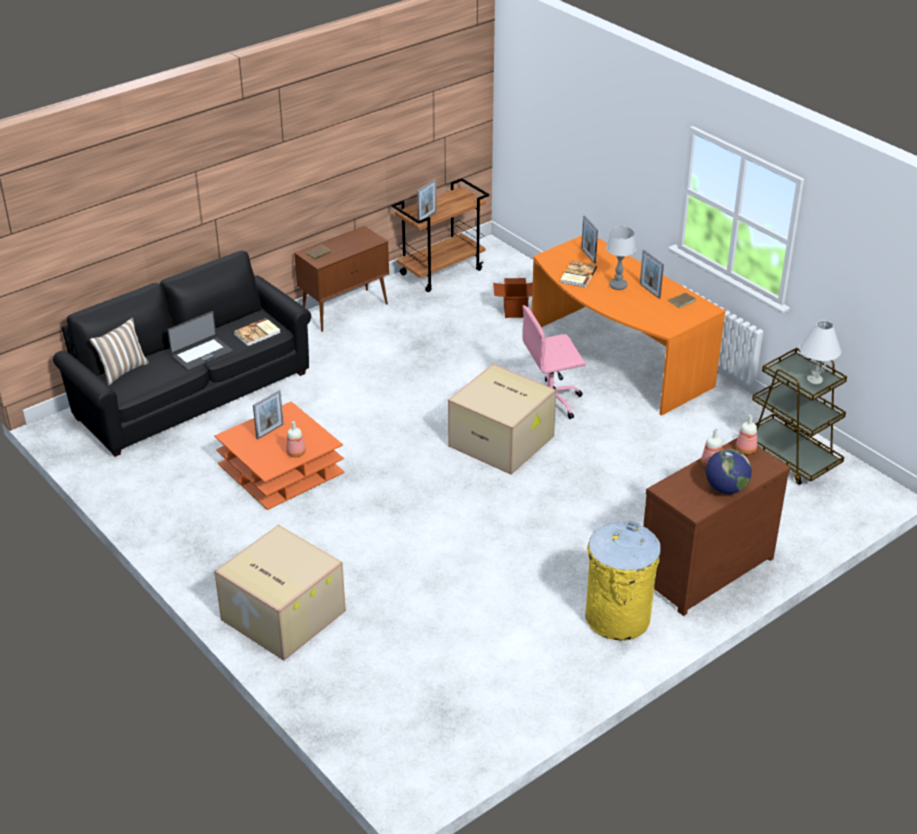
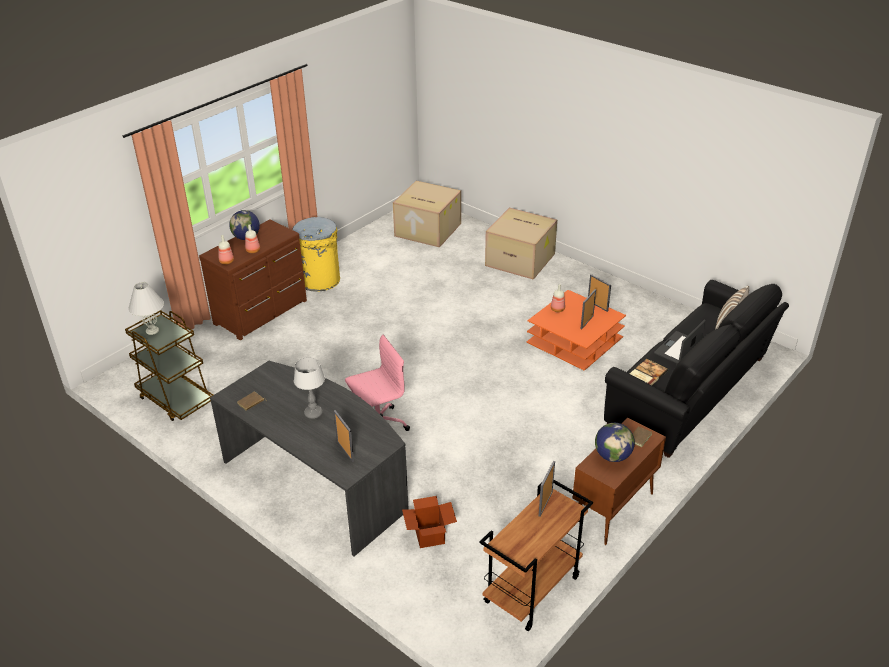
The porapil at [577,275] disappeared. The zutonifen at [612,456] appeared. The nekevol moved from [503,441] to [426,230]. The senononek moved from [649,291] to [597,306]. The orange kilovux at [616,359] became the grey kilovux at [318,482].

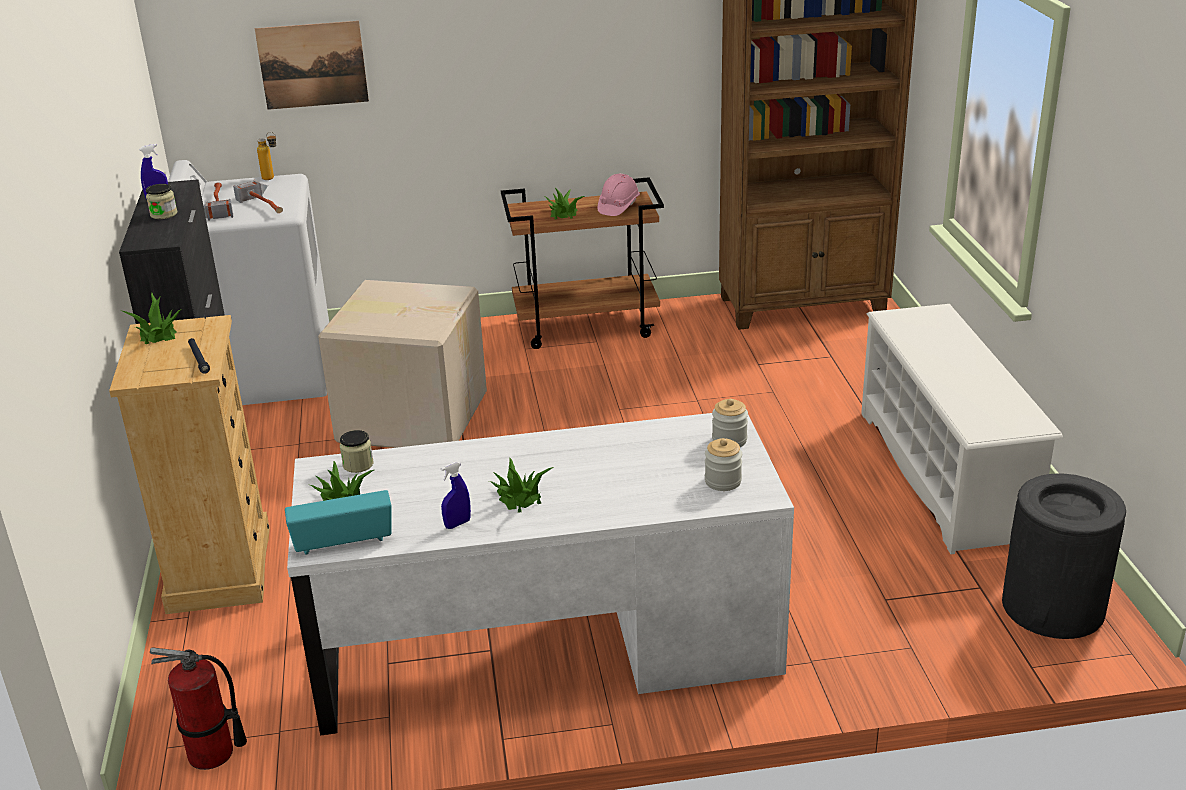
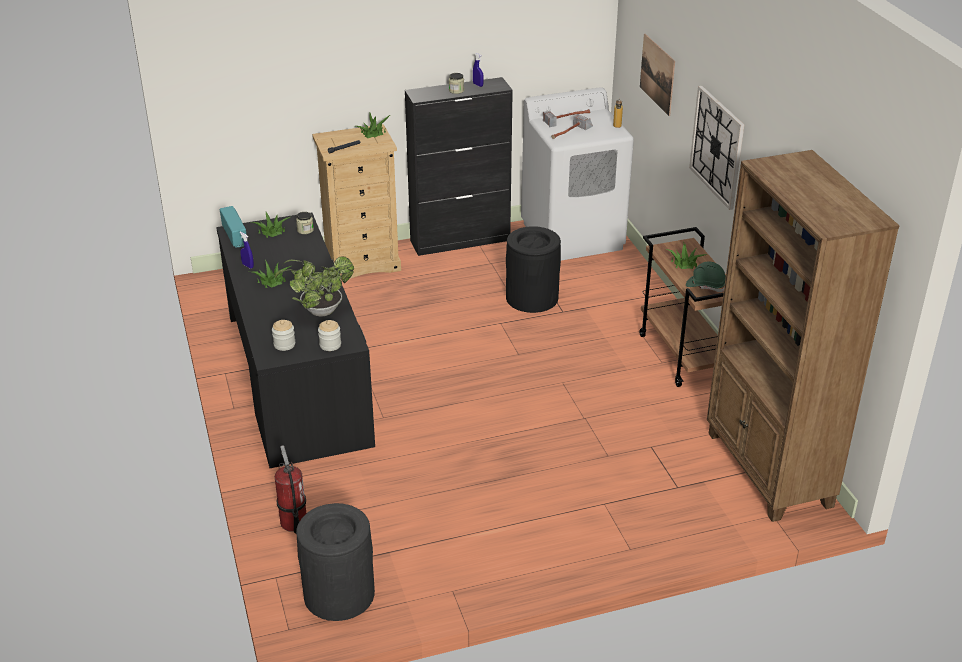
The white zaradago at [944,474] disappeared. The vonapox at [318,311] appeared. The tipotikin at [717,147] appeared. The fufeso moved from [211,754] to [293,522]. The nekevol at [411,416] was replaced by the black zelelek at [532,297]. The white kilovux at [546,646] became the black kilovux at [297,379]. The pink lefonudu at [618,207] became the green lefonudu at [705,286].

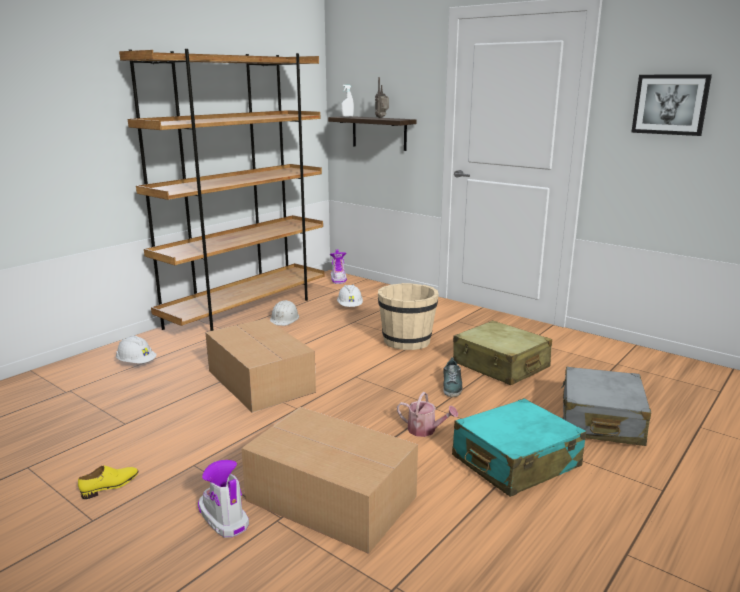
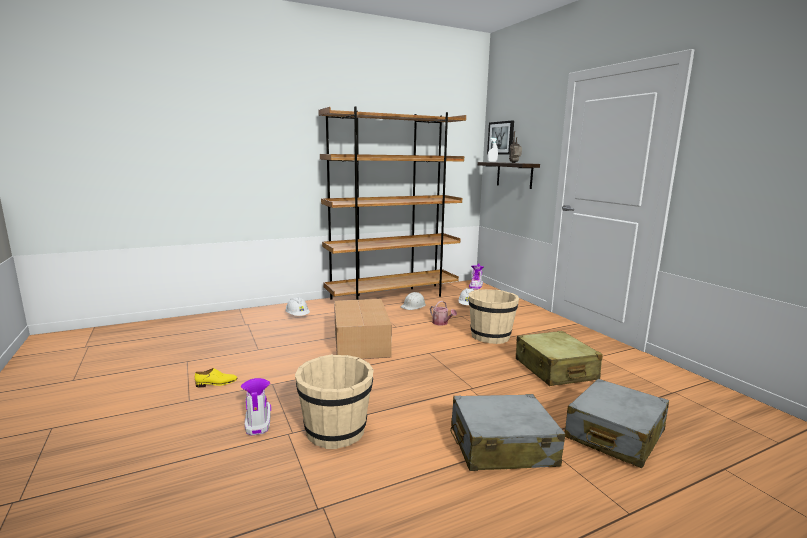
The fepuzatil at [452,386] disappeared. The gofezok moved from [425,430] to [441,323]. The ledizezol moved from [670,104] to [501,138]. The nekevol at [332,500] was replaced by the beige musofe at [336,431]. The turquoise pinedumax at [515,462] became the grey pinedumax at [501,446].

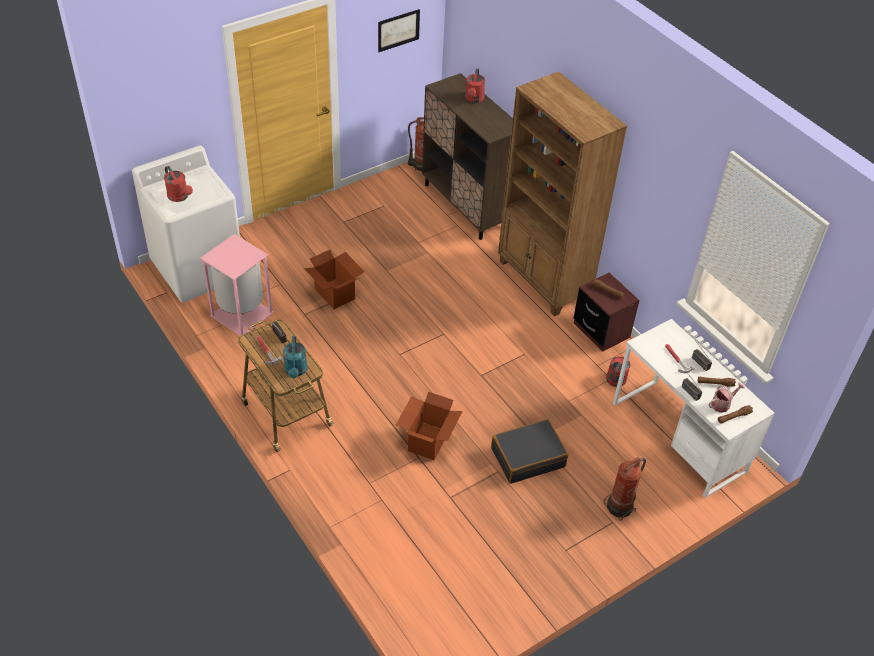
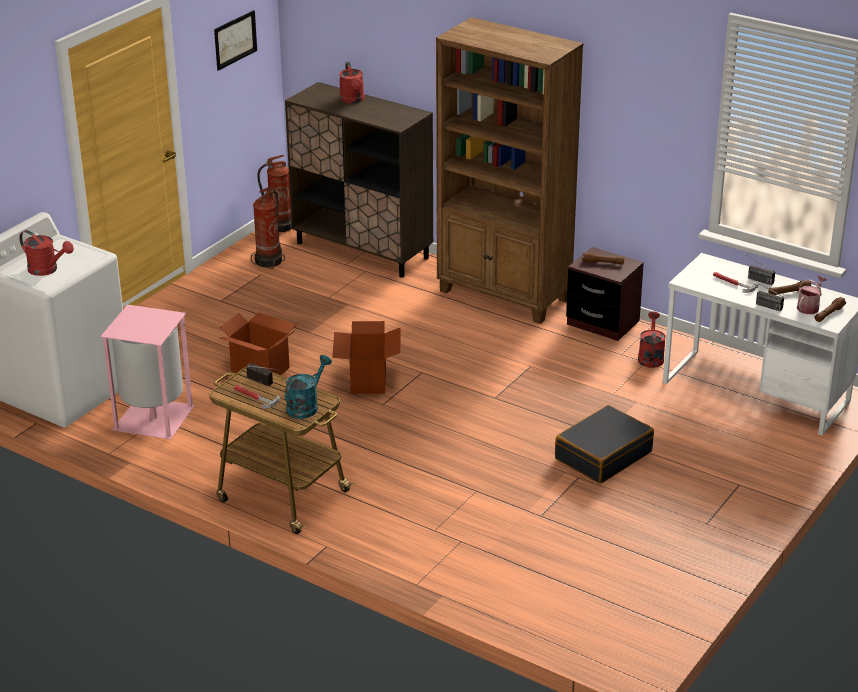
The nekevol moved from [427,441] to [367,380]. The fufeso moved from [621,506] to [270,261]. The turquoise gofezok at [296,371] turned 120 degrees counterclockwise.

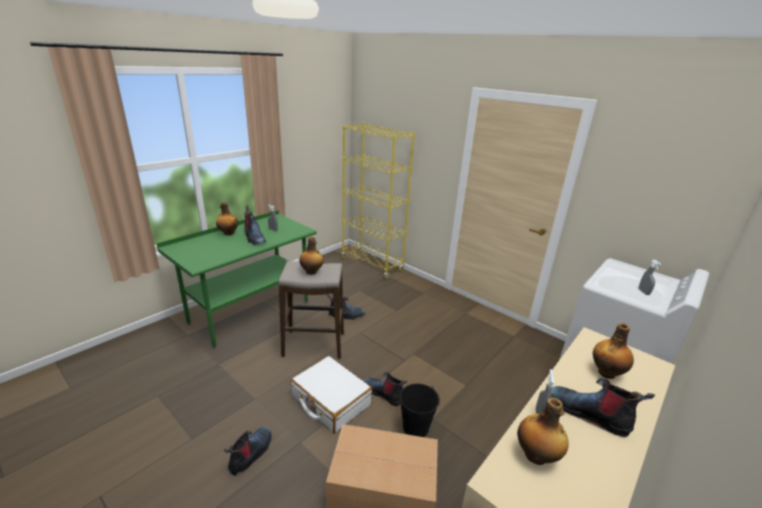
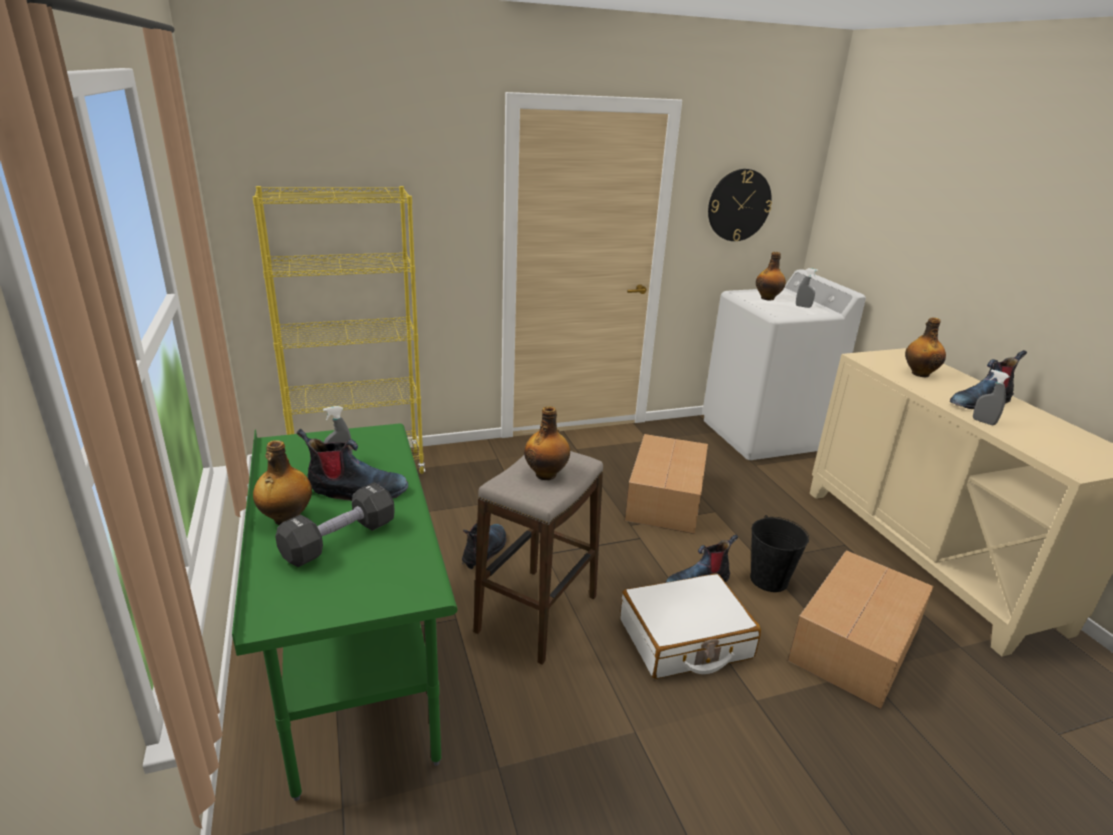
The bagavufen at [251,454] disappeared. The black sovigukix at [339,540] appeared. The nekevol at [666,498] appeared. The tipotikin at [739,205] appeared. The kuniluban moved from [536,456] to [768,298].

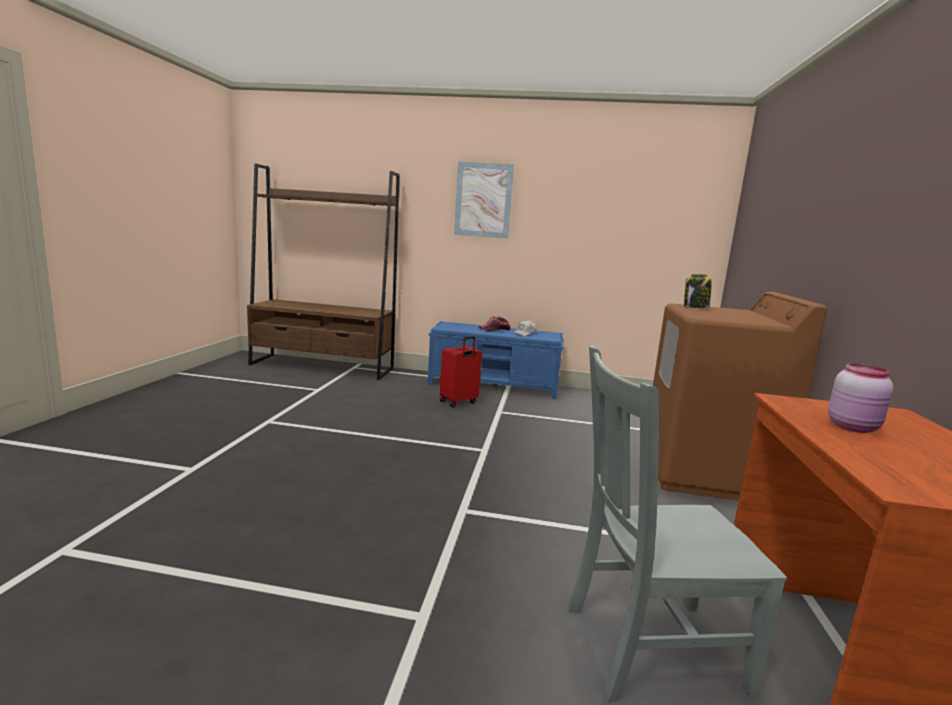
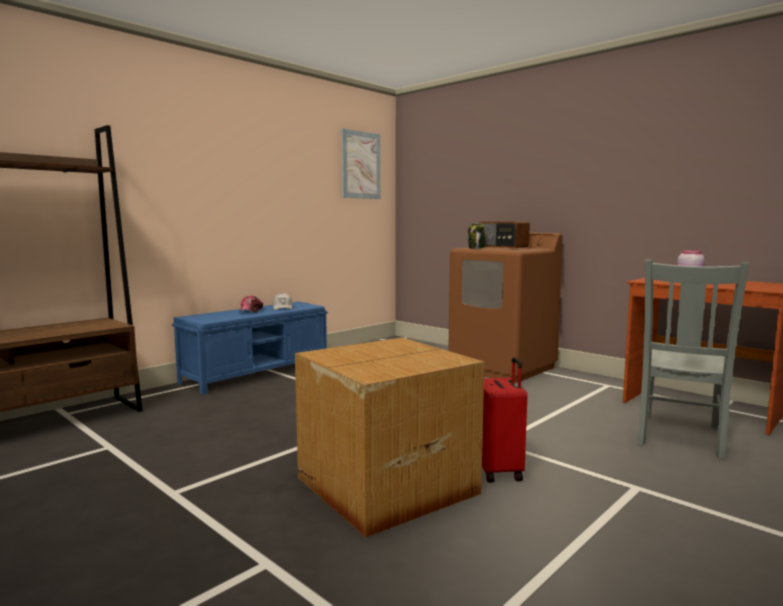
The nekevol at [383,485] appeared. The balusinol at [502,246] appeared. The red pinedumax moved from [459,402] to [499,470]. The ledizezol moved from [483,200] to [360,165].

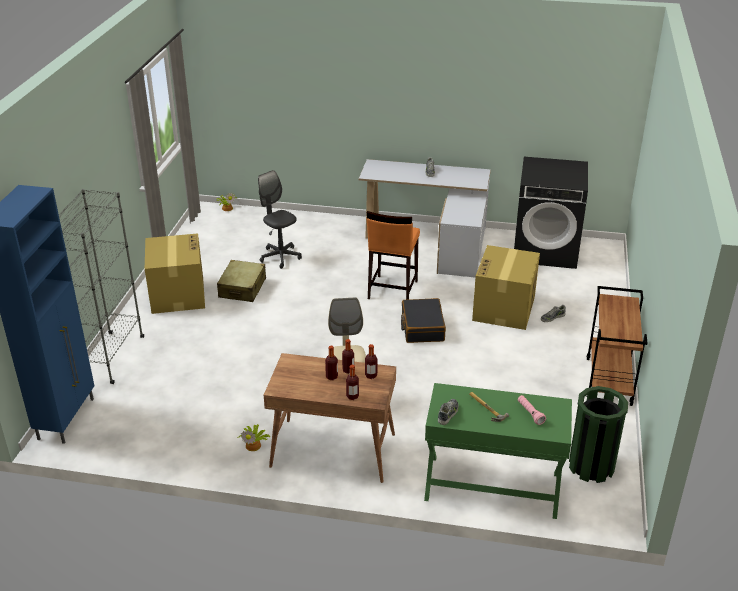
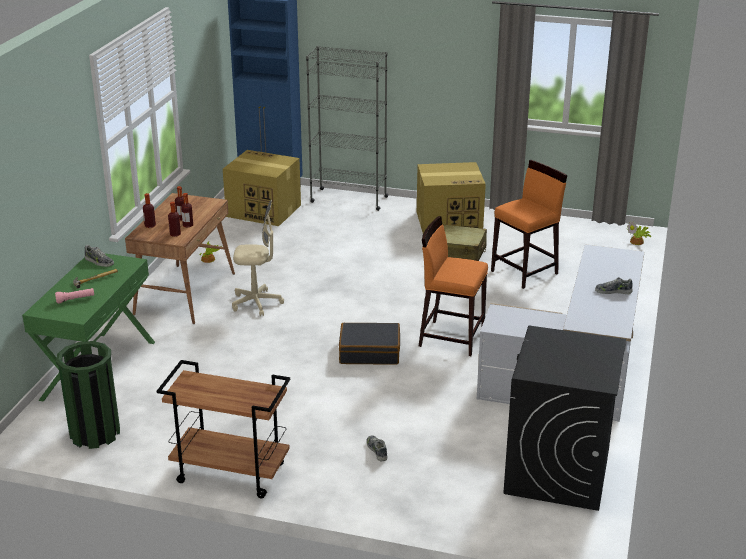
The nekevol moved from [504,309] to [262,210]. The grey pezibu at [280,257] was replaced by the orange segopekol at [525,272].

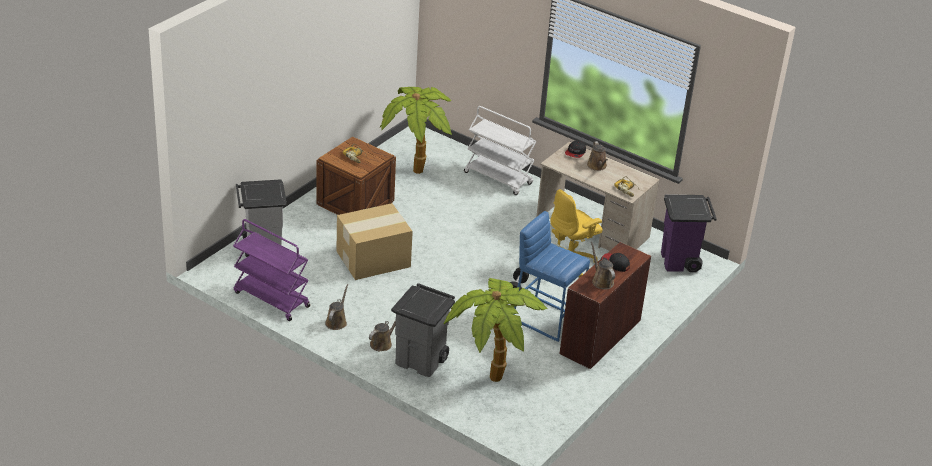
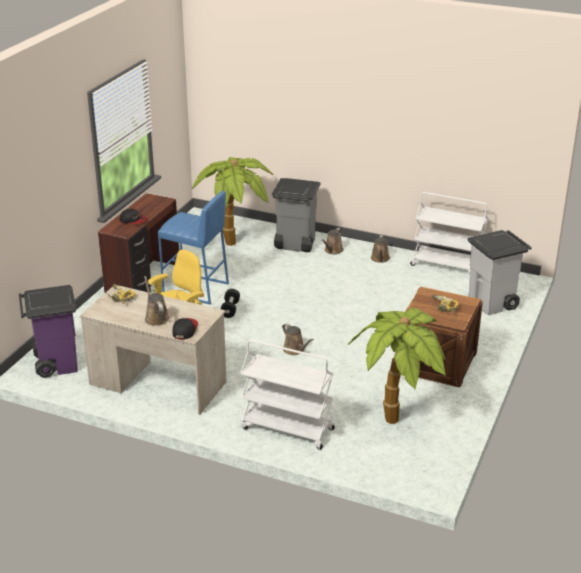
The nekevol at [372,259] disappeared. The brown gofezok moved from [601,281] to [295,350]. The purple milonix at [271,299] became the white milonix at [447,265].

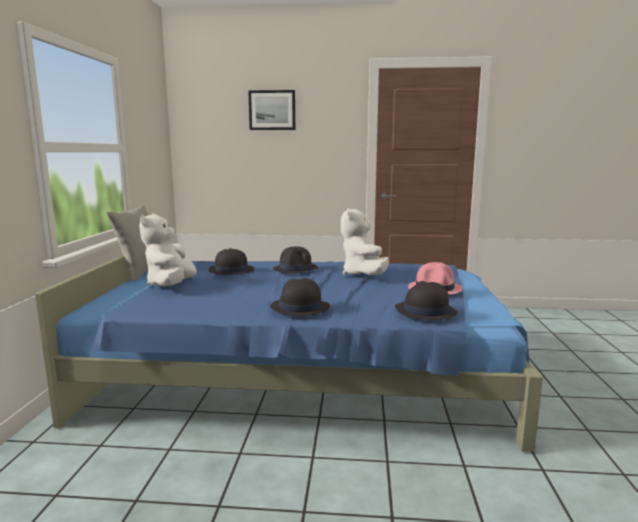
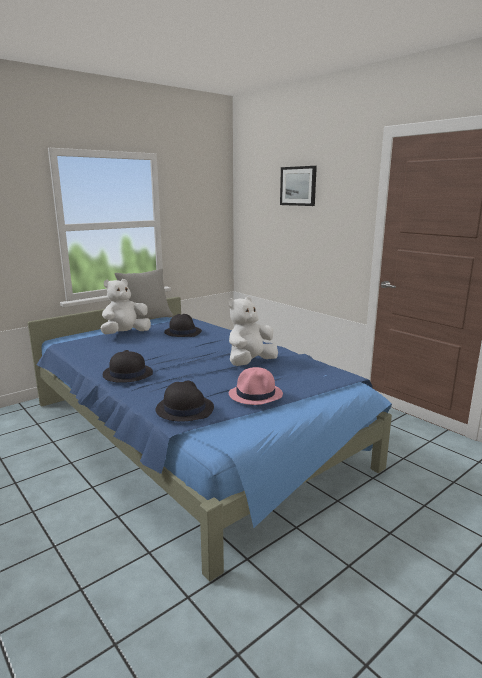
The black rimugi at [296,269] disappeared.

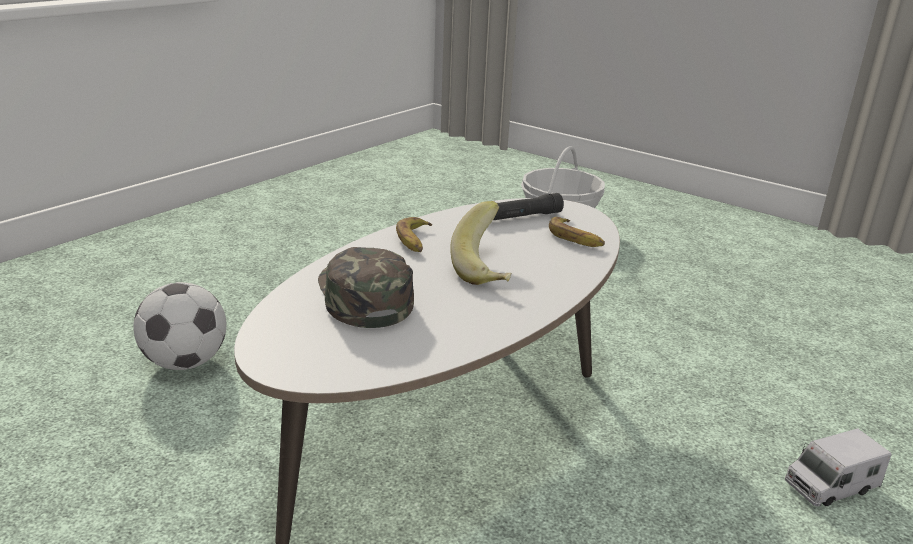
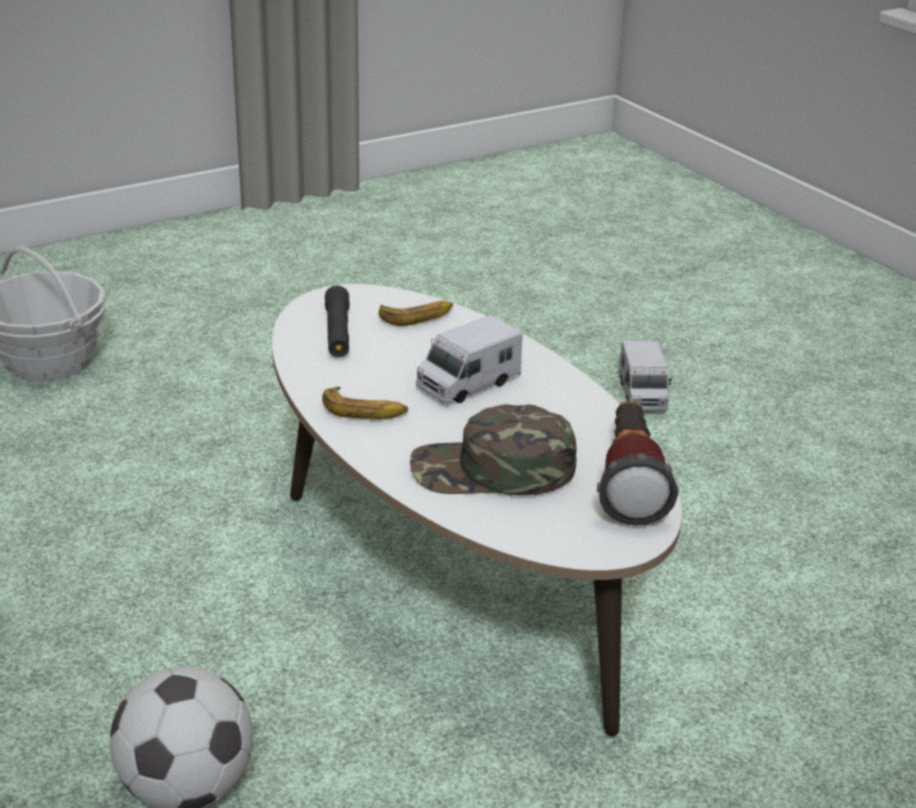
The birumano at [629,482] appeared. The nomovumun at [488,270] was replaced by the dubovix at [467,383].

